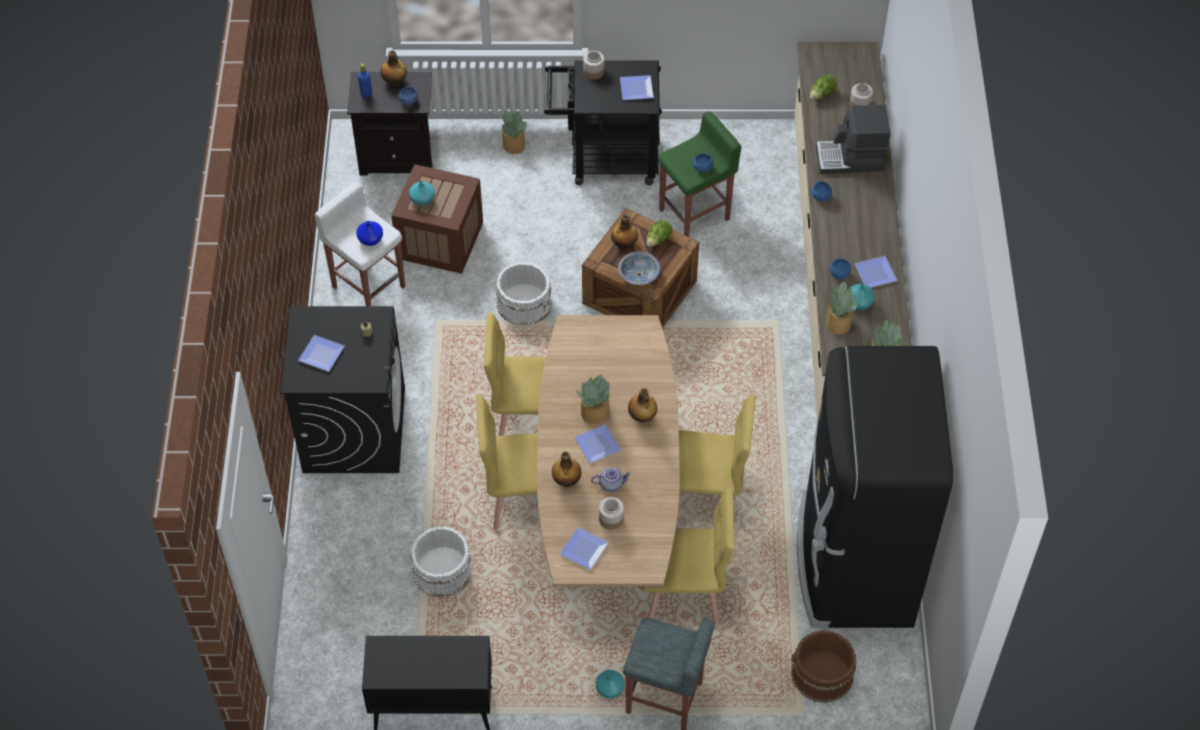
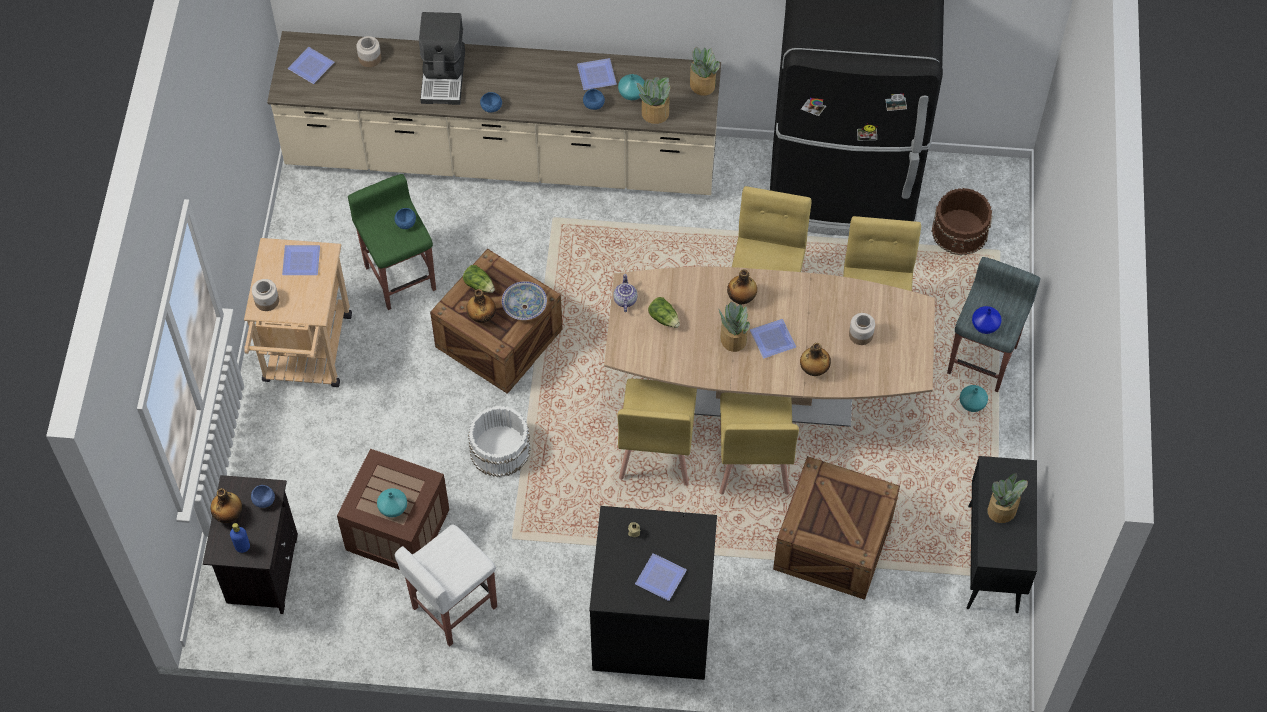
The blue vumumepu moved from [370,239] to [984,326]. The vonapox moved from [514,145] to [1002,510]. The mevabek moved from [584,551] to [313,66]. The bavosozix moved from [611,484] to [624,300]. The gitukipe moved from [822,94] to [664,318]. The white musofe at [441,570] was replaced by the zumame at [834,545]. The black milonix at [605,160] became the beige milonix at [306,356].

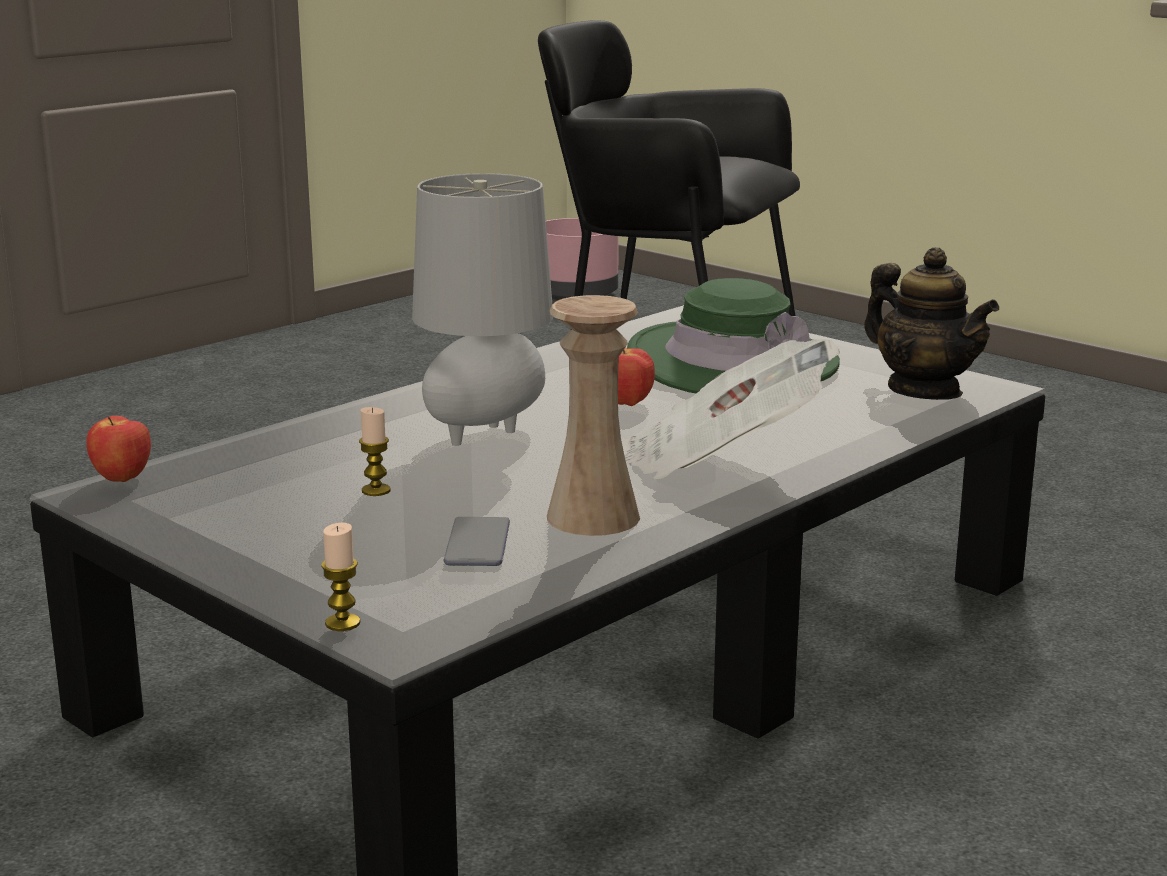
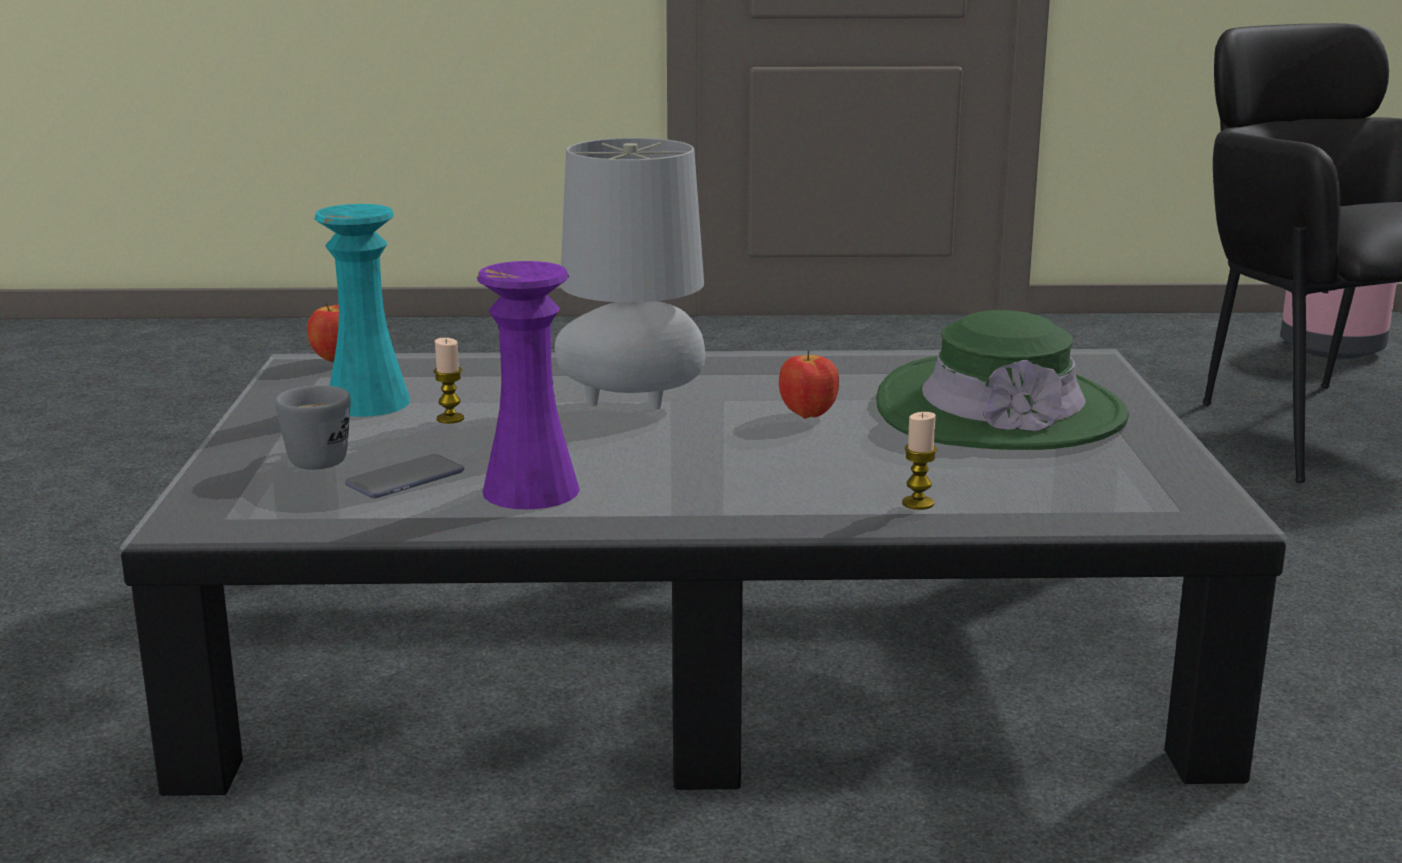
The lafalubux at [720,462] disappeared. The bavosozix at [924,391] disappeared. The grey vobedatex at [319,457] appeared. The turquoise vumumepu at [368,403] appeared. The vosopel moved from [342,623] to [918,503]. The beige vumumepu at [593,517] became the purple vumumepu at [531,490].

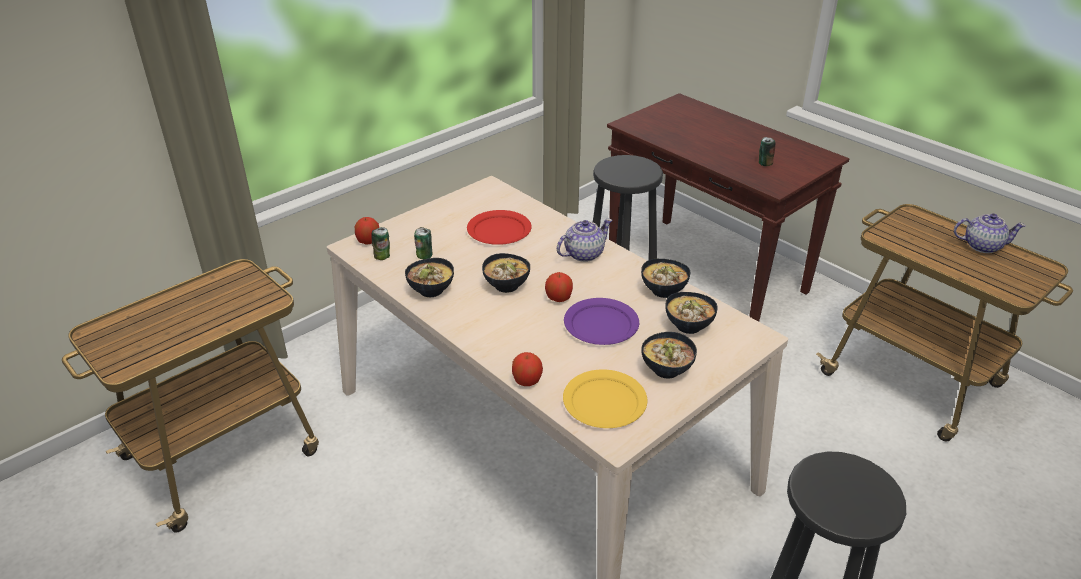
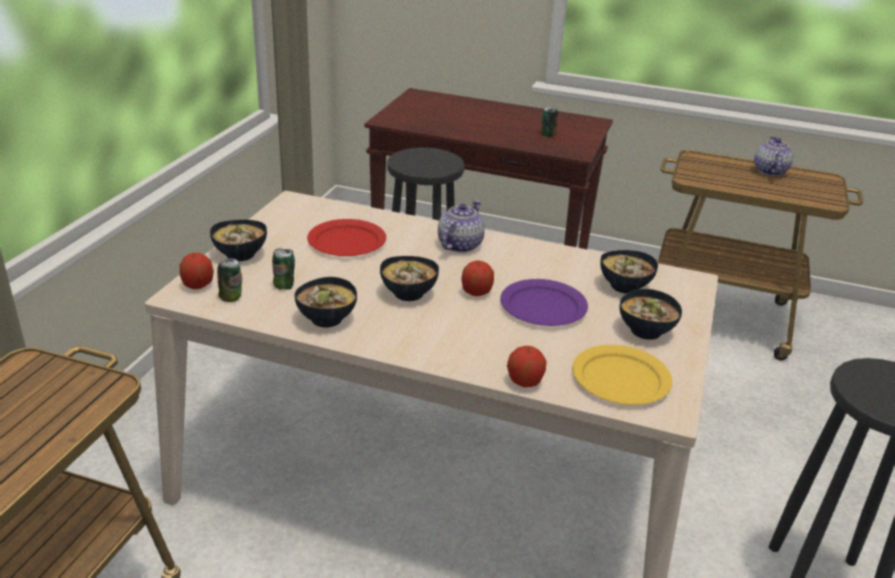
The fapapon moved from [663,291] to [241,255]. The bavosozix at [981,246] turned 60 degrees counterclockwise.

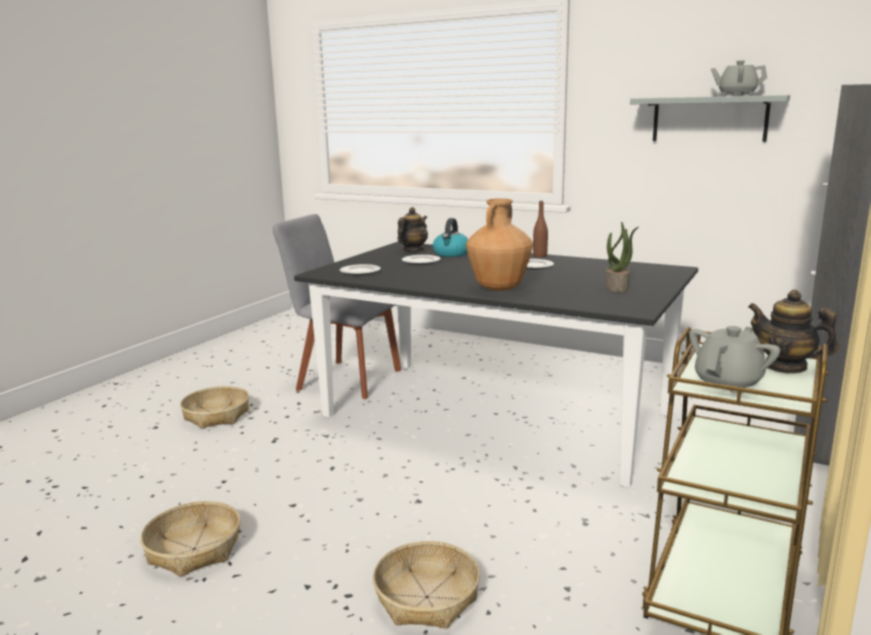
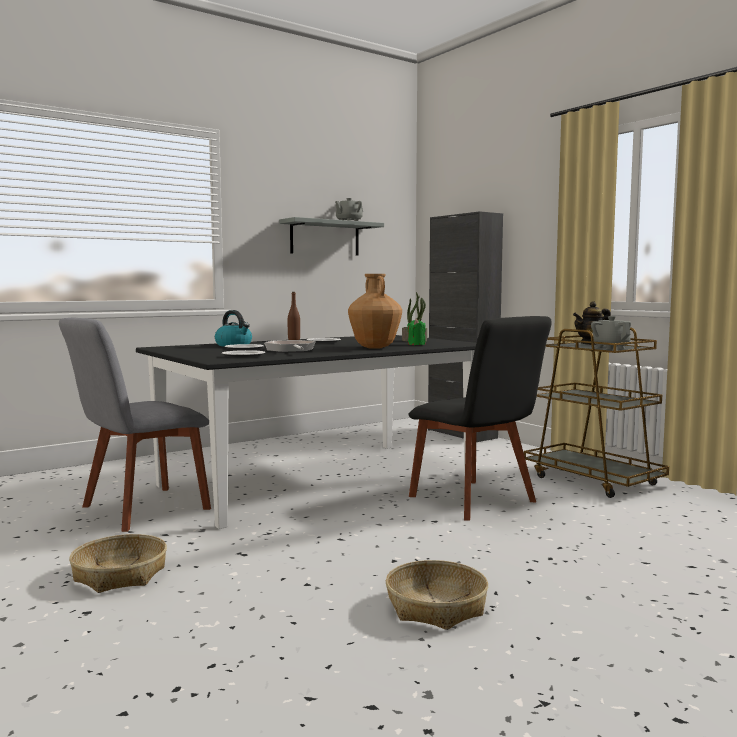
The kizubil at [427,597] disappeared. The bavosozix at [412,250] disappeared. The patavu at [291,350] appeared. The green vosopel at [416,344] appeared. The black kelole at [476,501] appeared.

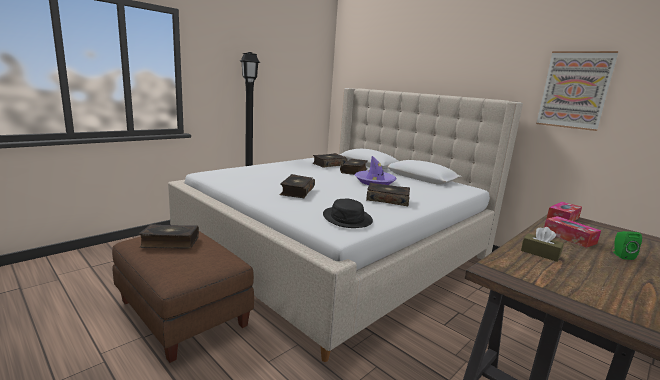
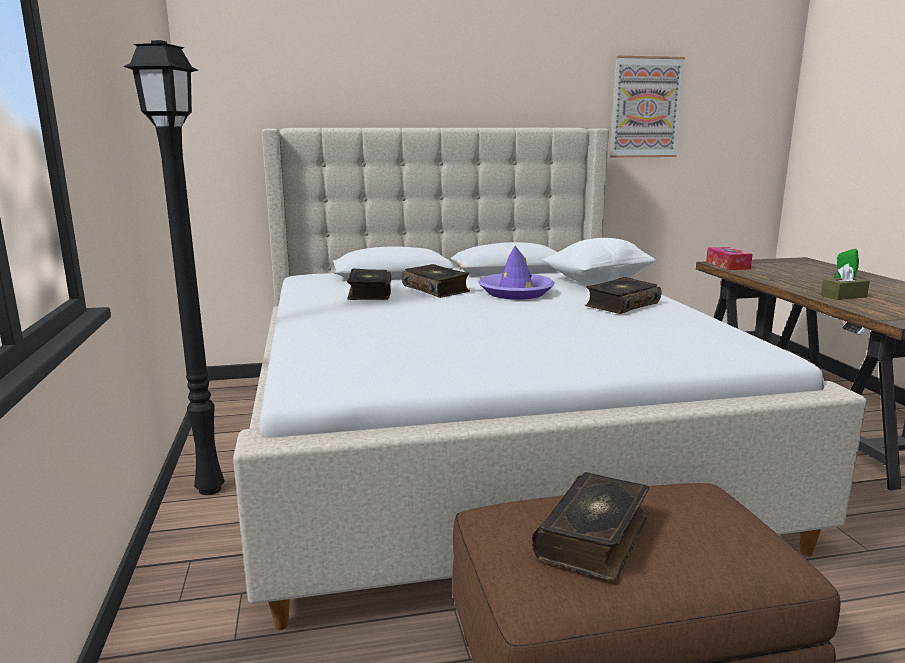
The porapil at [296,191] disappeared. The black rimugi at [347,218] disappeared. The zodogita at [569,237] disappeared. The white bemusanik at [597,282] appeared.

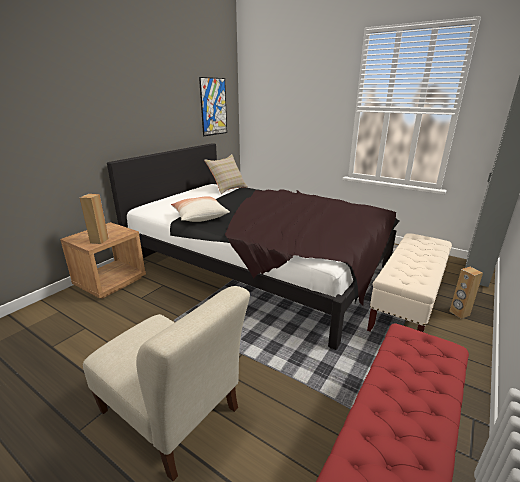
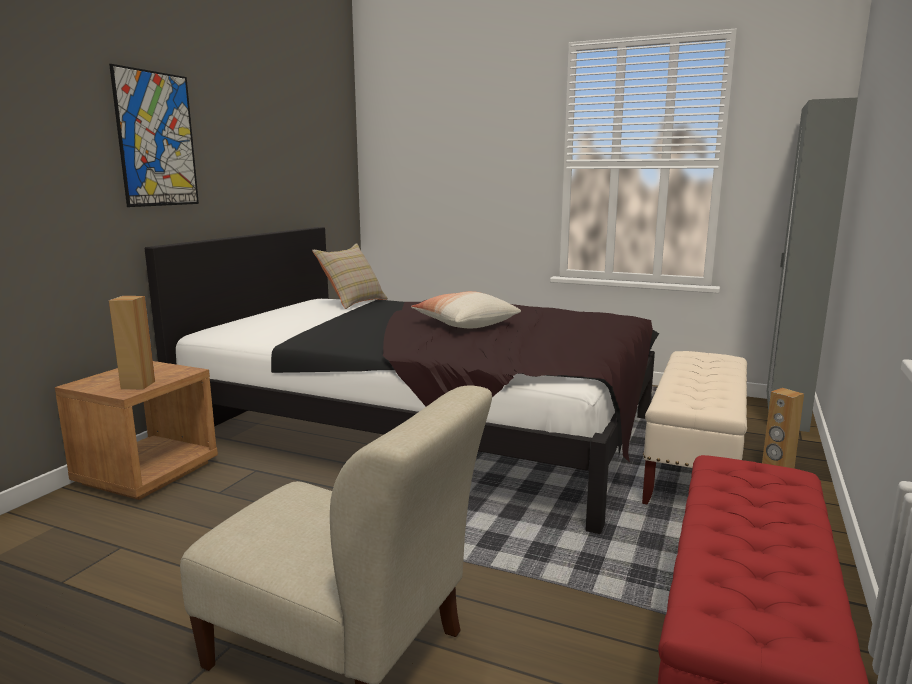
The bemusanik moved from [199,217] to [464,324]. The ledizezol moved from [213,107] to [156,139].

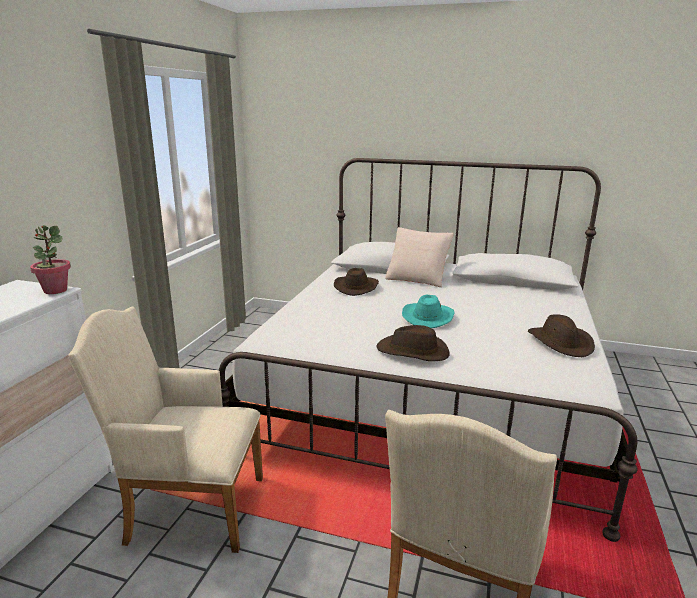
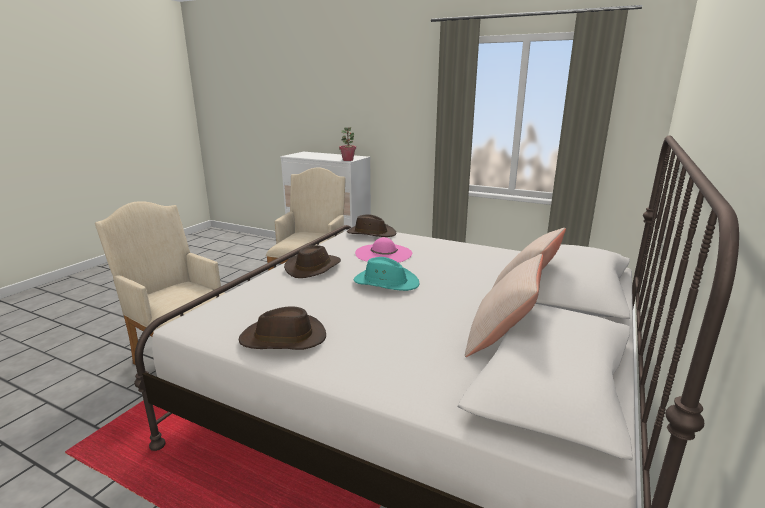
The pink rimugi at [383,253] appeared. The beige bemusanik at [501,338] appeared. The brown rimugi moved from [356,287] to [371,233].

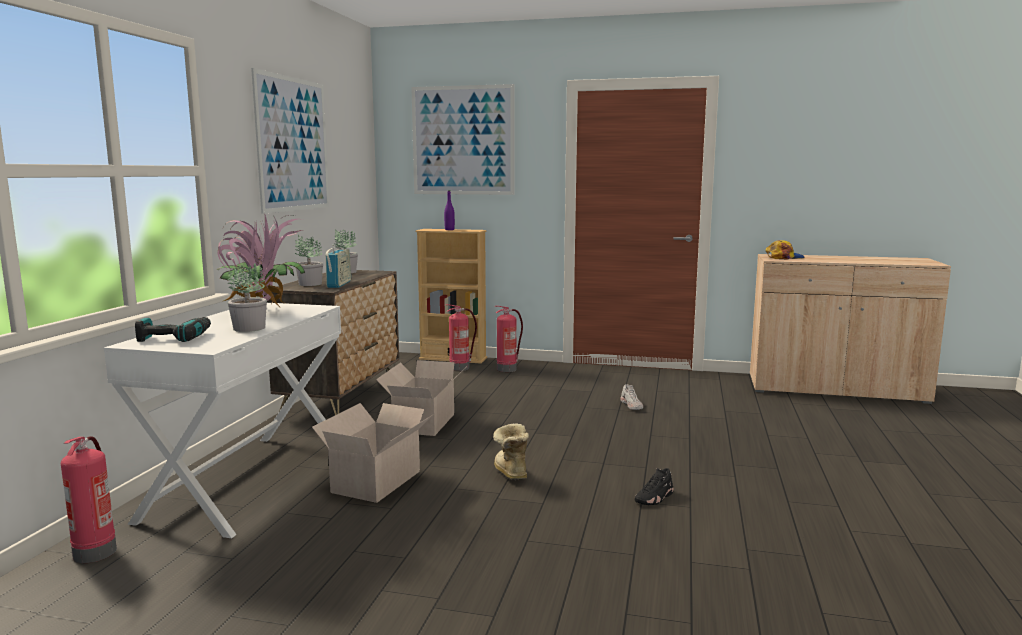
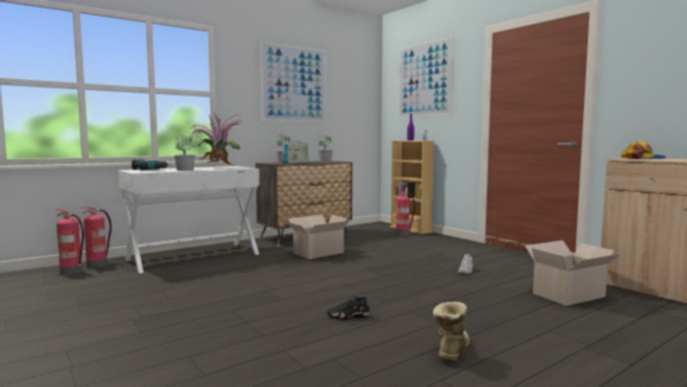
The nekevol moved from [378,481] to [570,295]. The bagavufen moved from [509,472] to [450,351]. The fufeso moved from [507,369] to [72,271].

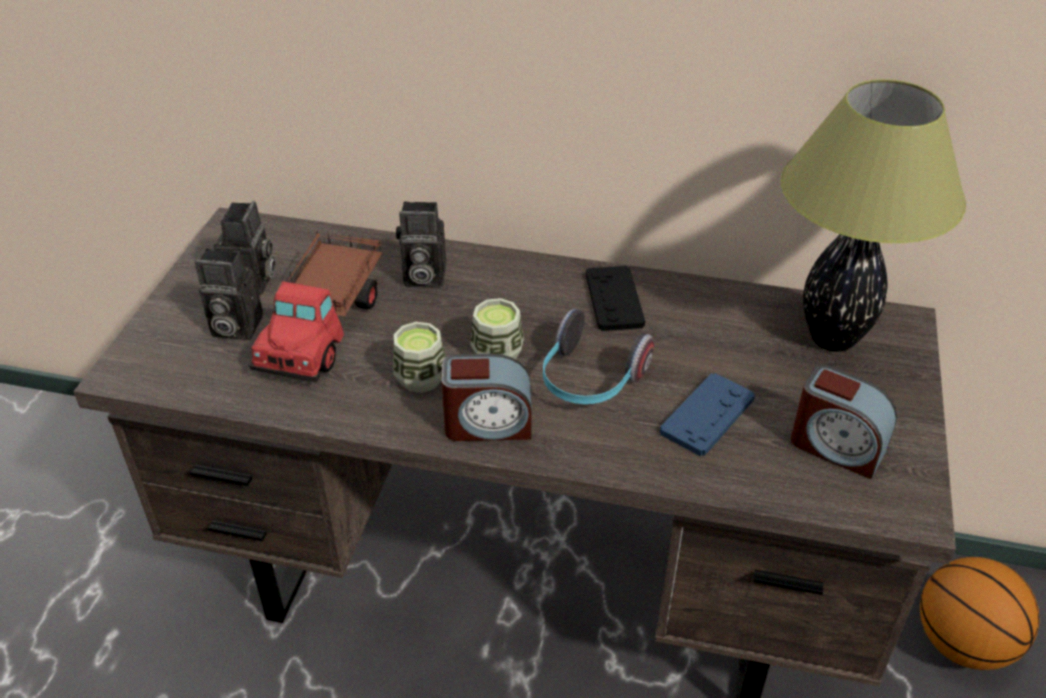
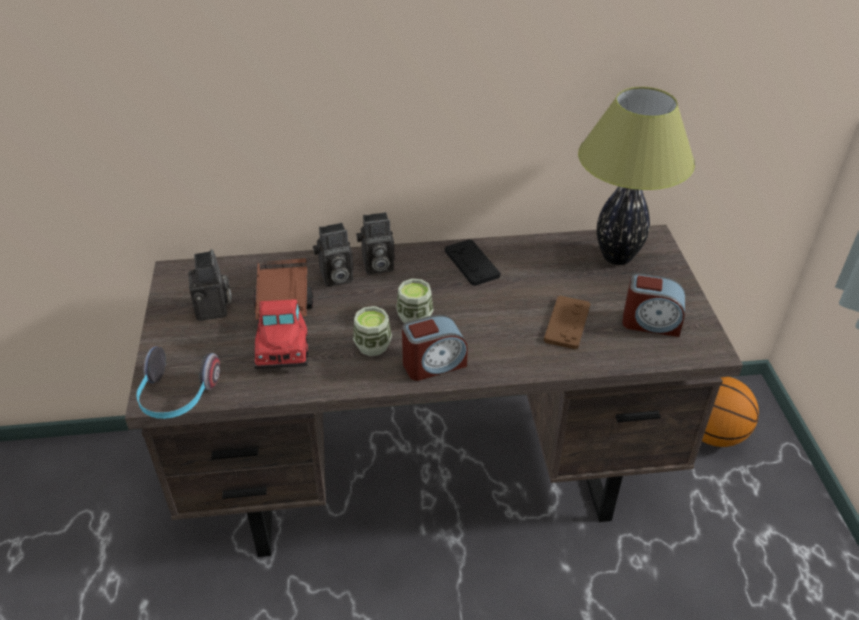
The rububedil moved from [233,327] to [376,266]. The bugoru moved from [589,380] to [177,397]. The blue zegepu at [707,415] became the brown zegepu at [567,323].

